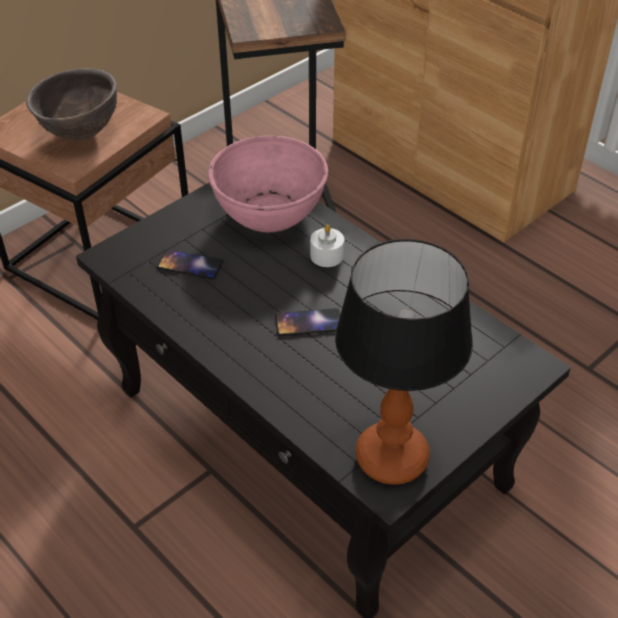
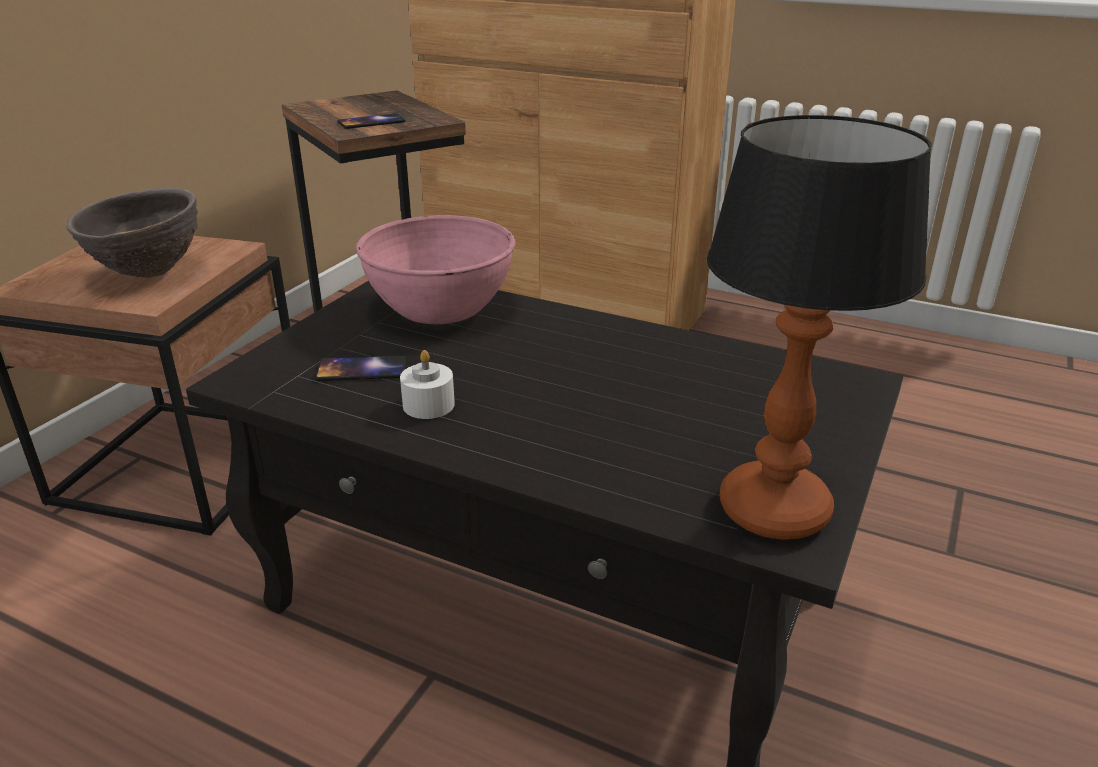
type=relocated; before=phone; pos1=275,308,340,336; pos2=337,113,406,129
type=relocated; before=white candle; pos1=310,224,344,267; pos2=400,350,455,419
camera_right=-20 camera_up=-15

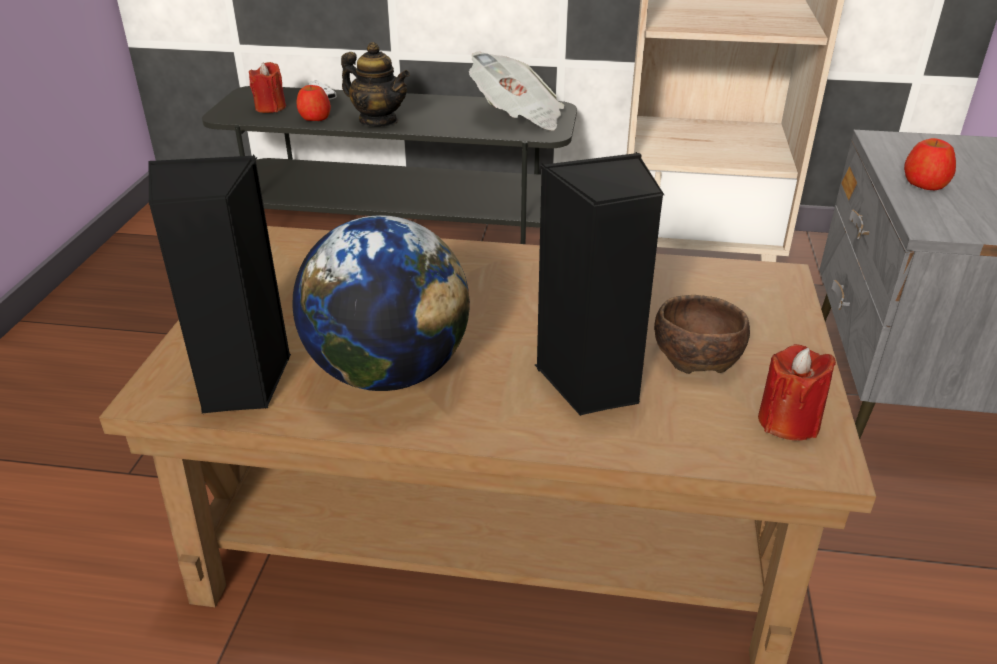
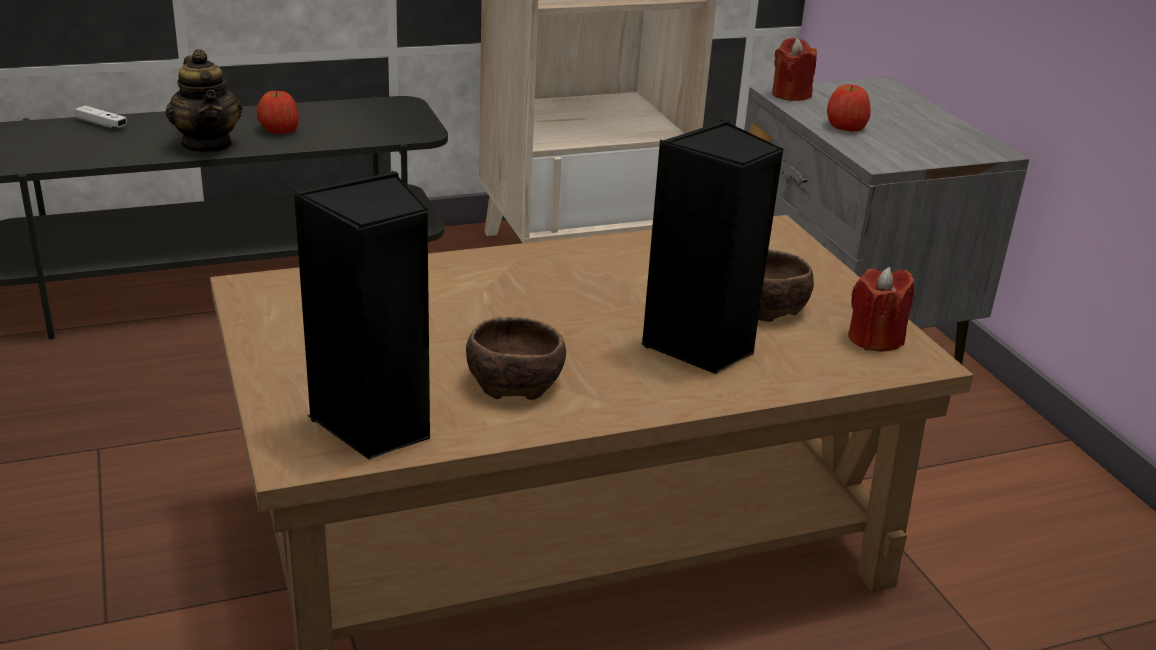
type=missing; before=newspaper; pos1=469,52,564,130
type=relocated; before=red candle; pos1=249,62,286,113; pos2=772,38,817,101
type=relocated; before=apple; pos1=297,85,331,121; pos2=257,91,299,134
type=exchanged; before=globe; after=brown bowl; pos1=293,215,470,391; pos2=466,317,566,400
type=spun; before=teapot; pos1=341,42,410,126; pos2=166,49,242,153; turn=60
camera_right=-30 camera_up=-5

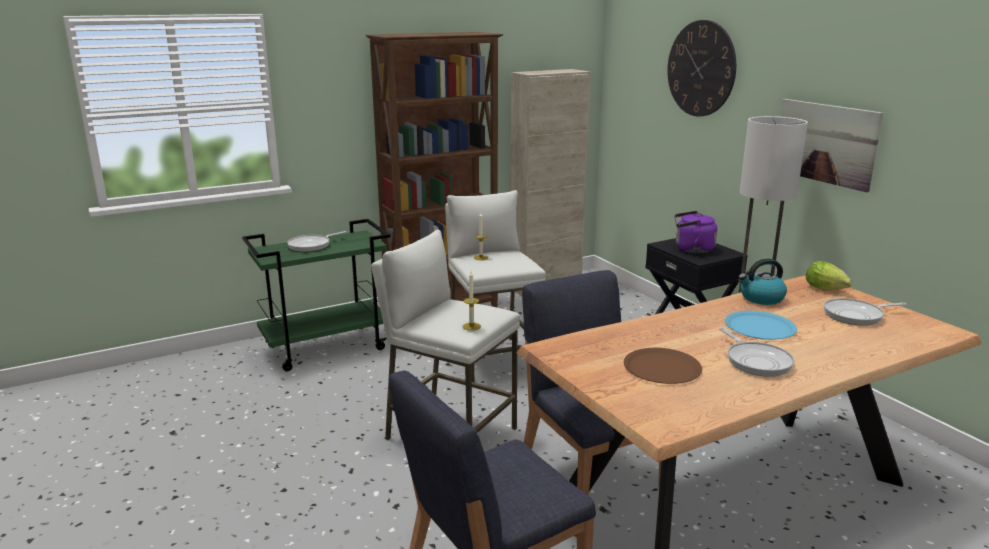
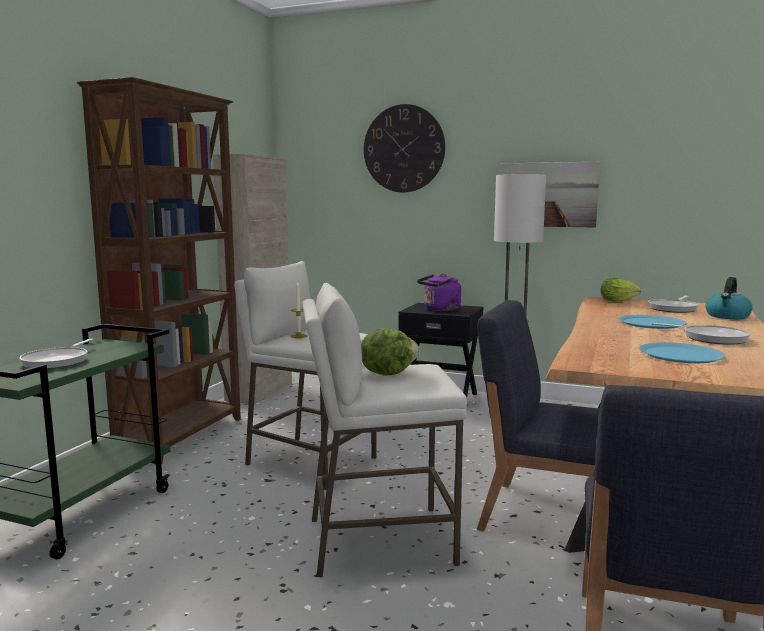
type=missing; before=candle; pos1=462,272,481,331
type=appeared; after=lettuce; pos2=361,328,420,375
type=relocated; before=kettle; pos1=739,259,787,305; pos2=706,277,753,319
type=colour; before=brown plate; after=blue plate; pos1=624,348,702,384; pos2=639,342,726,363
camera_right=-40 camera_up=-10

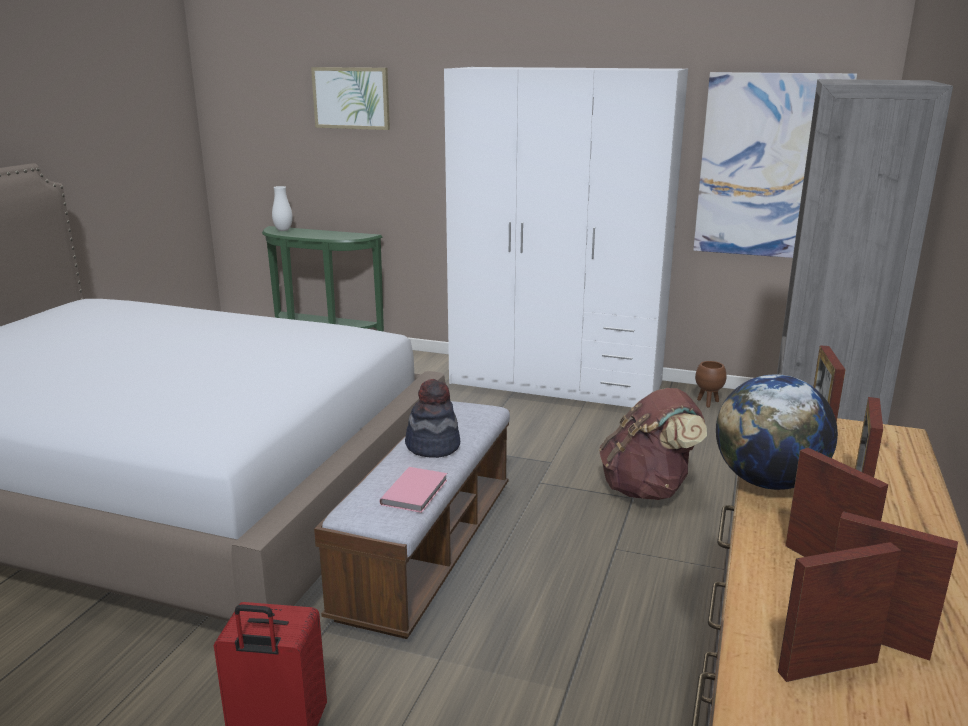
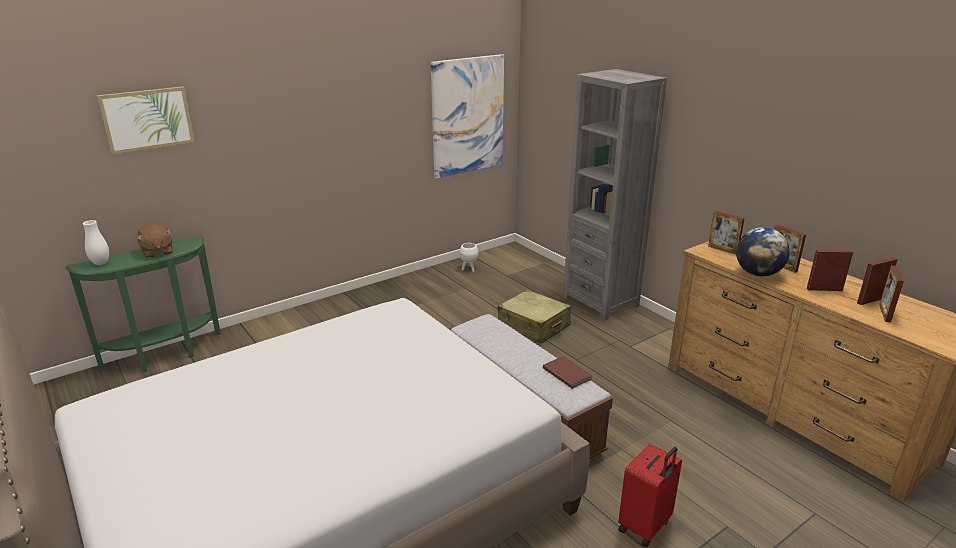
type=missing; before=hat; pos1=405,379,460,458
type=missing; before=white wardrobe; pos1=444,67,688,407
type=appeared; after=brown plush toy; pos2=137,223,173,258
type=exchanged; before=brown backpack; after=beige suitcase; pos1=599,388,707,500; pos2=498,290,571,343
type=colour; before=pink book; after=brown book; pos1=380,467,447,513; pos2=543,356,592,389
type=colour; before=brown planter; after=white planter; pos1=695,361,726,407; pos2=459,243,479,272
camera_right=-55 camera_up=5

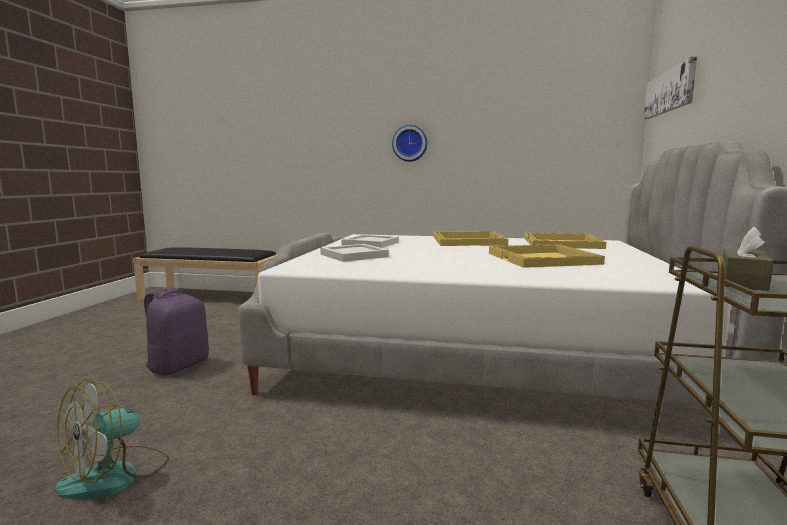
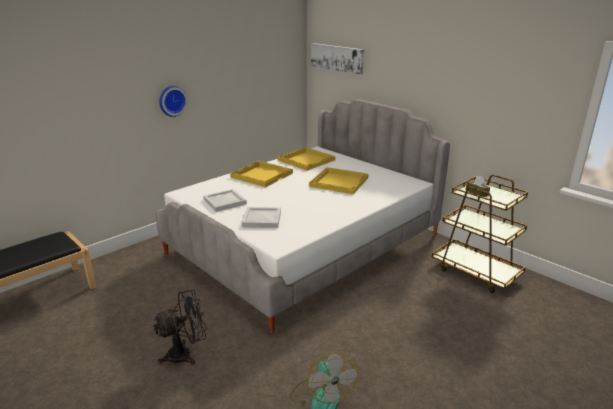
type=exchanged; before=purple backpack; after=black fan; pos1=144,288,209,375; pos2=153,290,207,365
camera_right=-55 camera_up=15

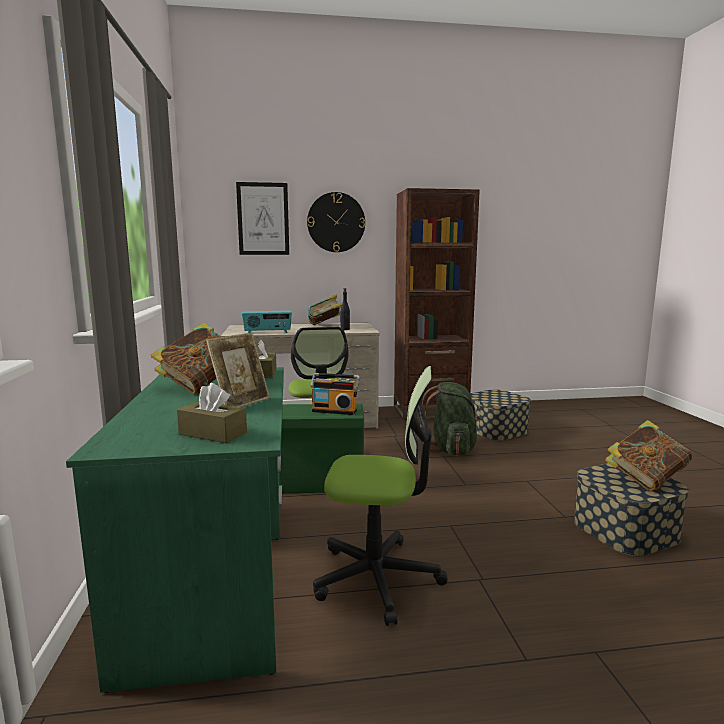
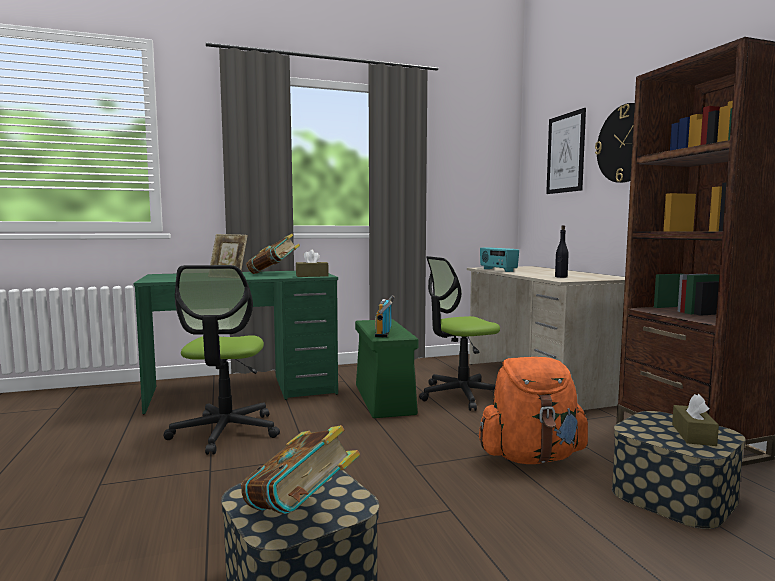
type=missing; before=book; pos1=308,294,341,325
type=relocated; before=brown tissue box; pos1=177,383,247,443; pos2=672,394,719,446
type=colour; before=green backpack; after=orange backpack; pos1=419,382,483,455; pos2=479,357,588,464
camera_right=80 camera_up=-5

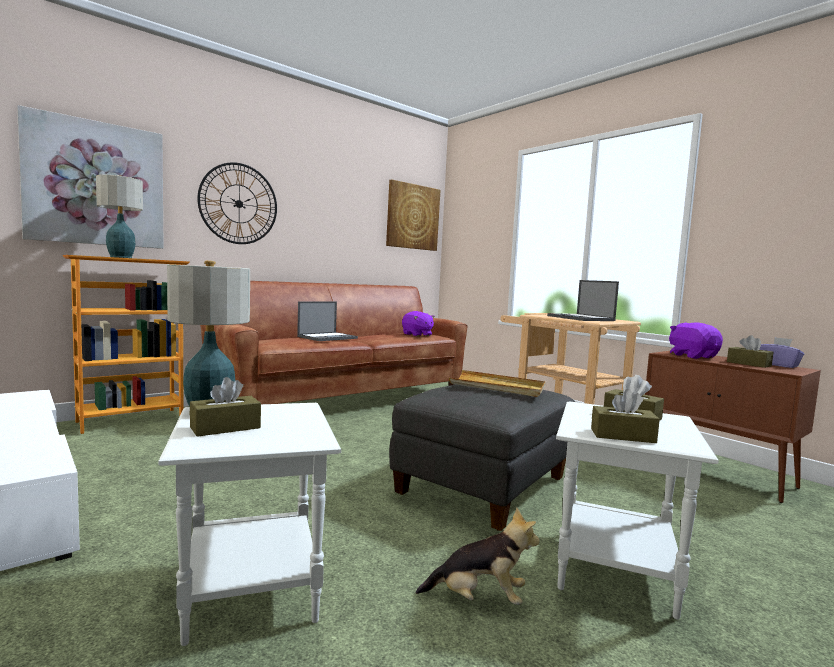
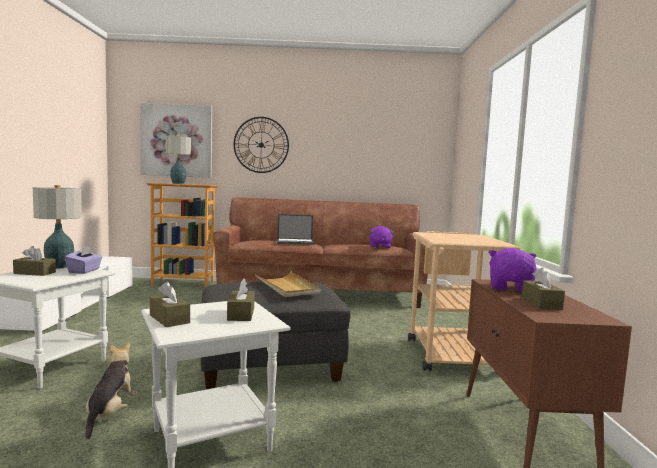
type=missing; before=picture; pos1=386,179,441,251
type=missing; before=laptop; pos1=547,280,619,321
type=relocated; before=purple tissue box; pos1=759,337,804,368; pos2=65,246,102,274
type=spun; before=plush toy; pos1=416,508,540,605; pos2=86,343,138,439; turn=-135
camera_right=40 camera_up=0

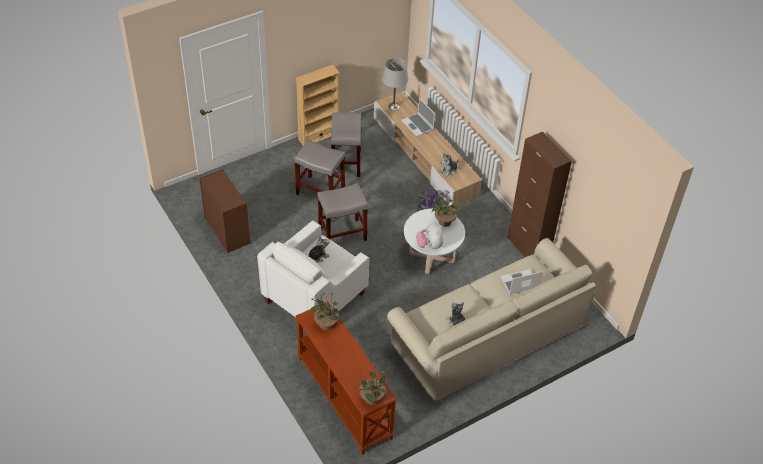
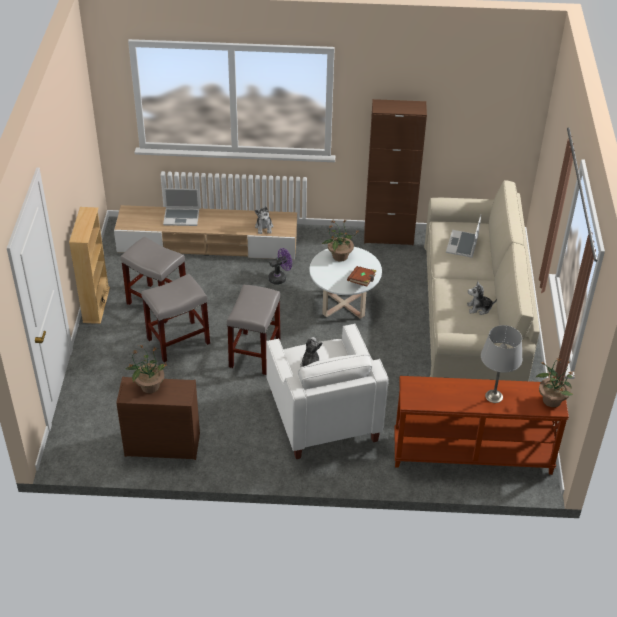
type=relocated; before=potted plant; pos1=309,293,341,330; pos2=126,346,168,393
type=relocated; before=grey table lamp; pos1=382,58,409,111; pos2=481,325,522,403
type=exchanged; before=plush toy; after=brown book; pos1=416,223,443,249; pos2=347,266,377,286
camera_right=-55 camera_up=-5

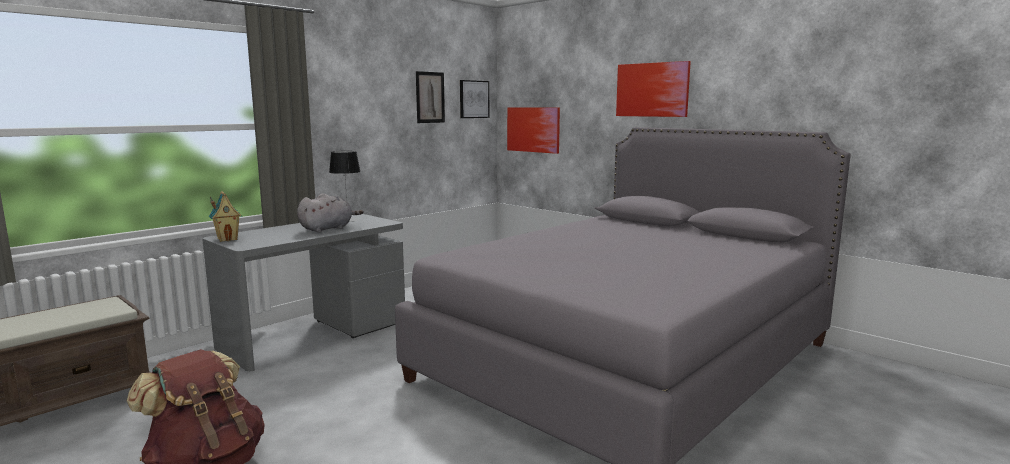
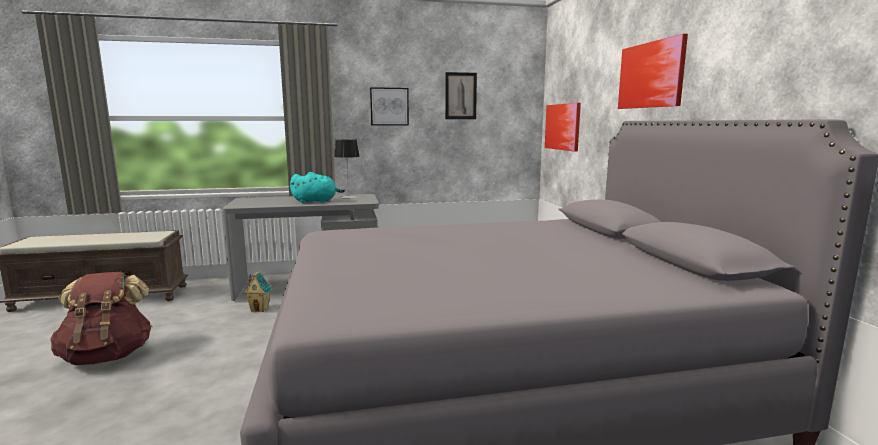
type=relocated; before=toy house; pos1=209,191,241,242; pos2=244,270,273,312
type=relocated; before=picture; pos1=460,80,489,118; pos2=370,87,409,126
type=colour; before=grey plush toy; after=turquoise plush toy; pos1=297,193,364,233; pos2=290,172,345,203
camera_right=35 camera_up=0

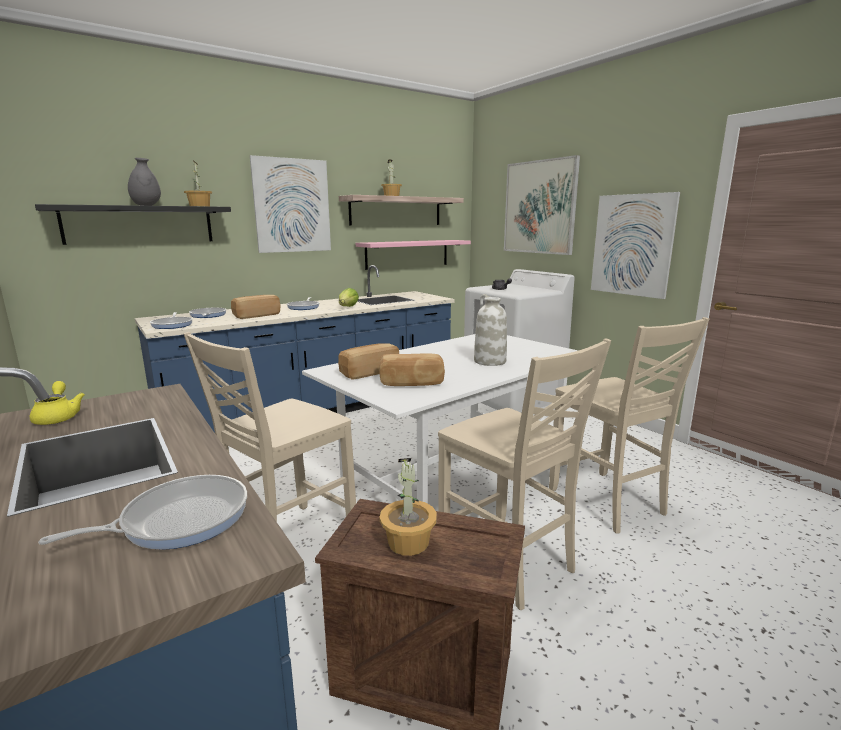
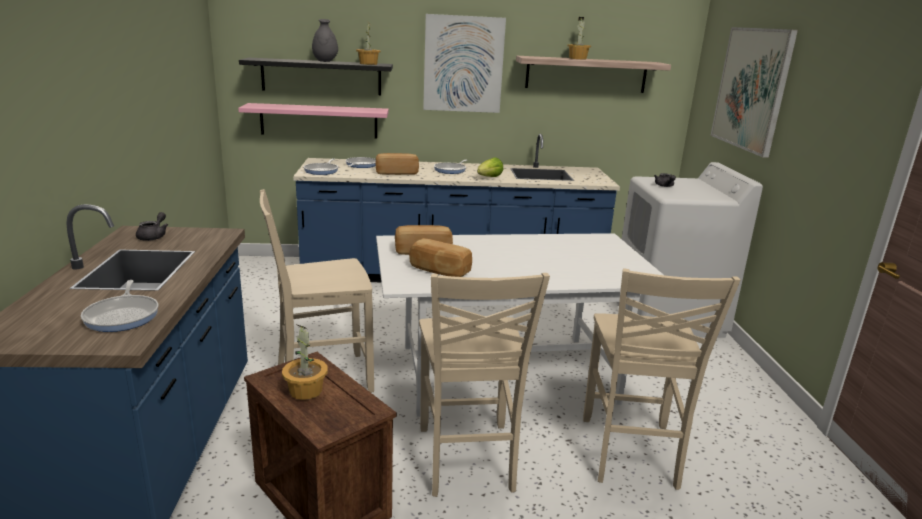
type=missing; before=white vase; pos1=474,294,507,366
type=missing; before=picture; pos1=591,192,680,299
type=relocated; before=pink shelf; pos1=356,240,471,270; pos2=238,103,389,139
type=colour; before=yellow teapot; after=grey teapot; pos1=30,381,85,425; pos2=136,212,168,241
type=spun; before=frying pan; pos1=38,475,247,550; pos2=81,280,158,332; turn=75
camera_right=30 camera_up=5

